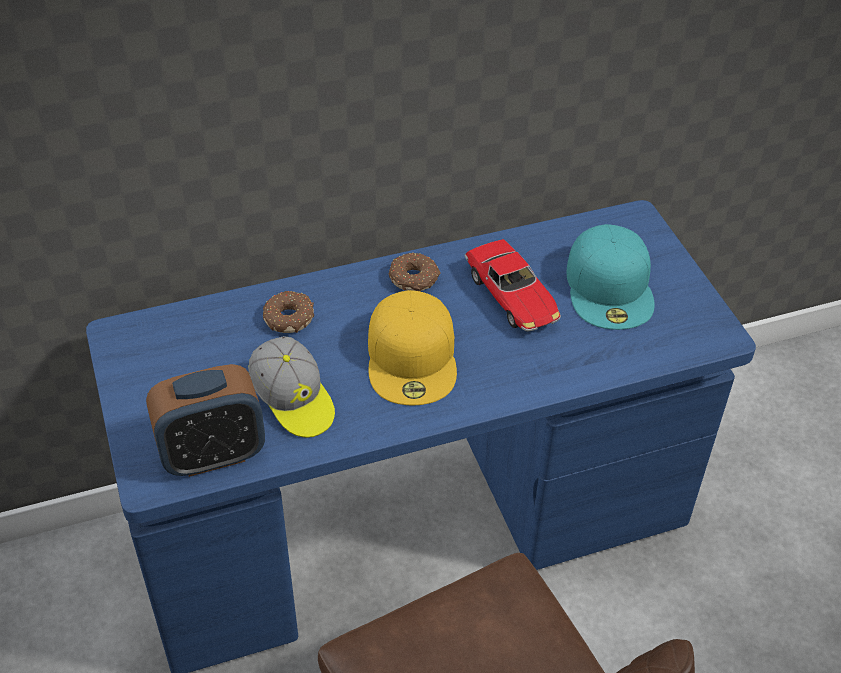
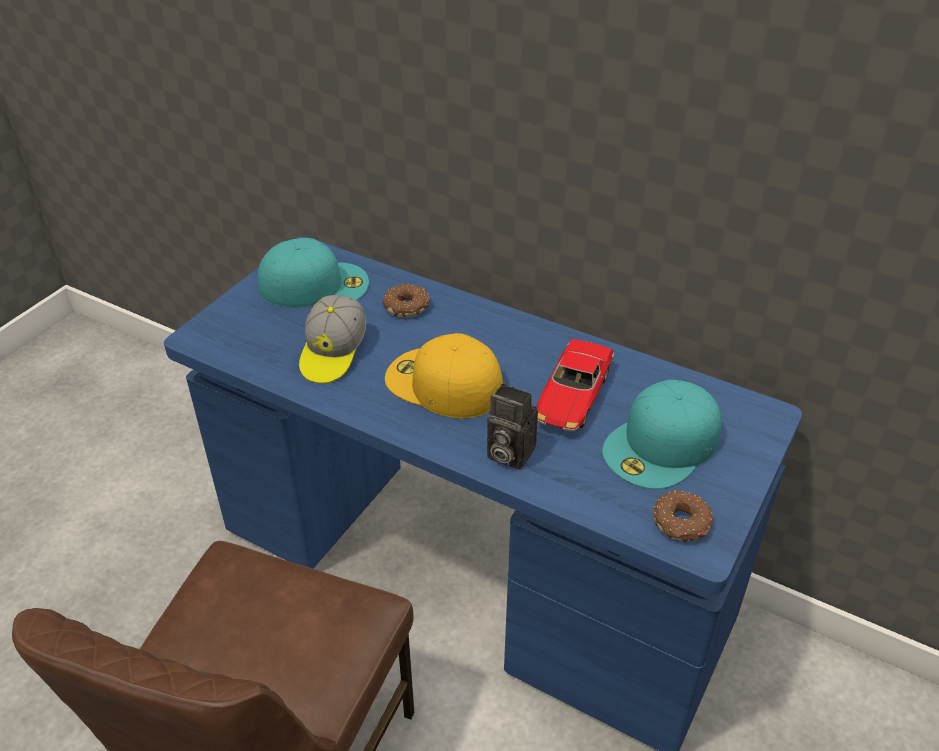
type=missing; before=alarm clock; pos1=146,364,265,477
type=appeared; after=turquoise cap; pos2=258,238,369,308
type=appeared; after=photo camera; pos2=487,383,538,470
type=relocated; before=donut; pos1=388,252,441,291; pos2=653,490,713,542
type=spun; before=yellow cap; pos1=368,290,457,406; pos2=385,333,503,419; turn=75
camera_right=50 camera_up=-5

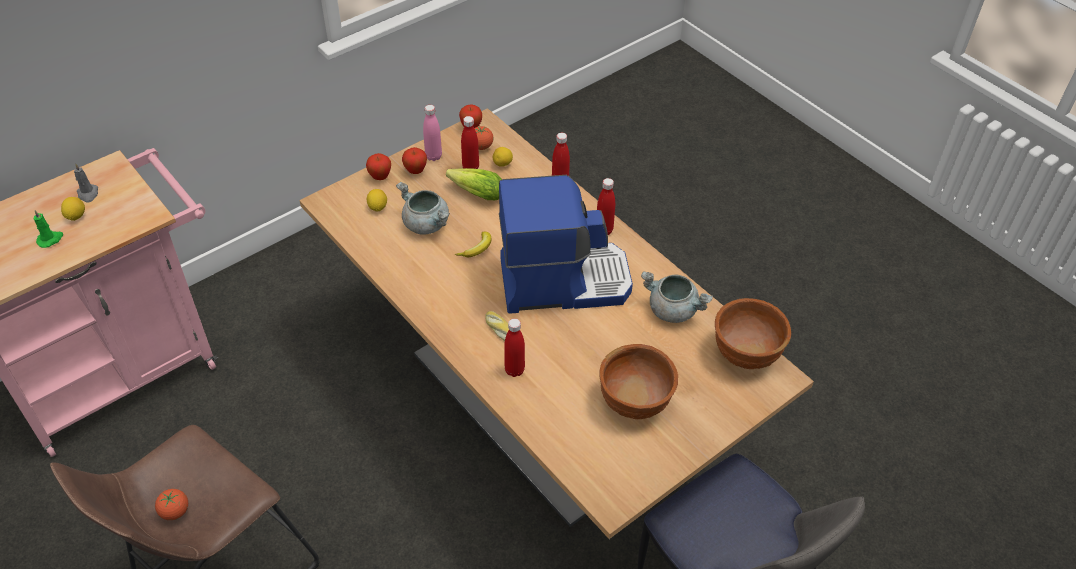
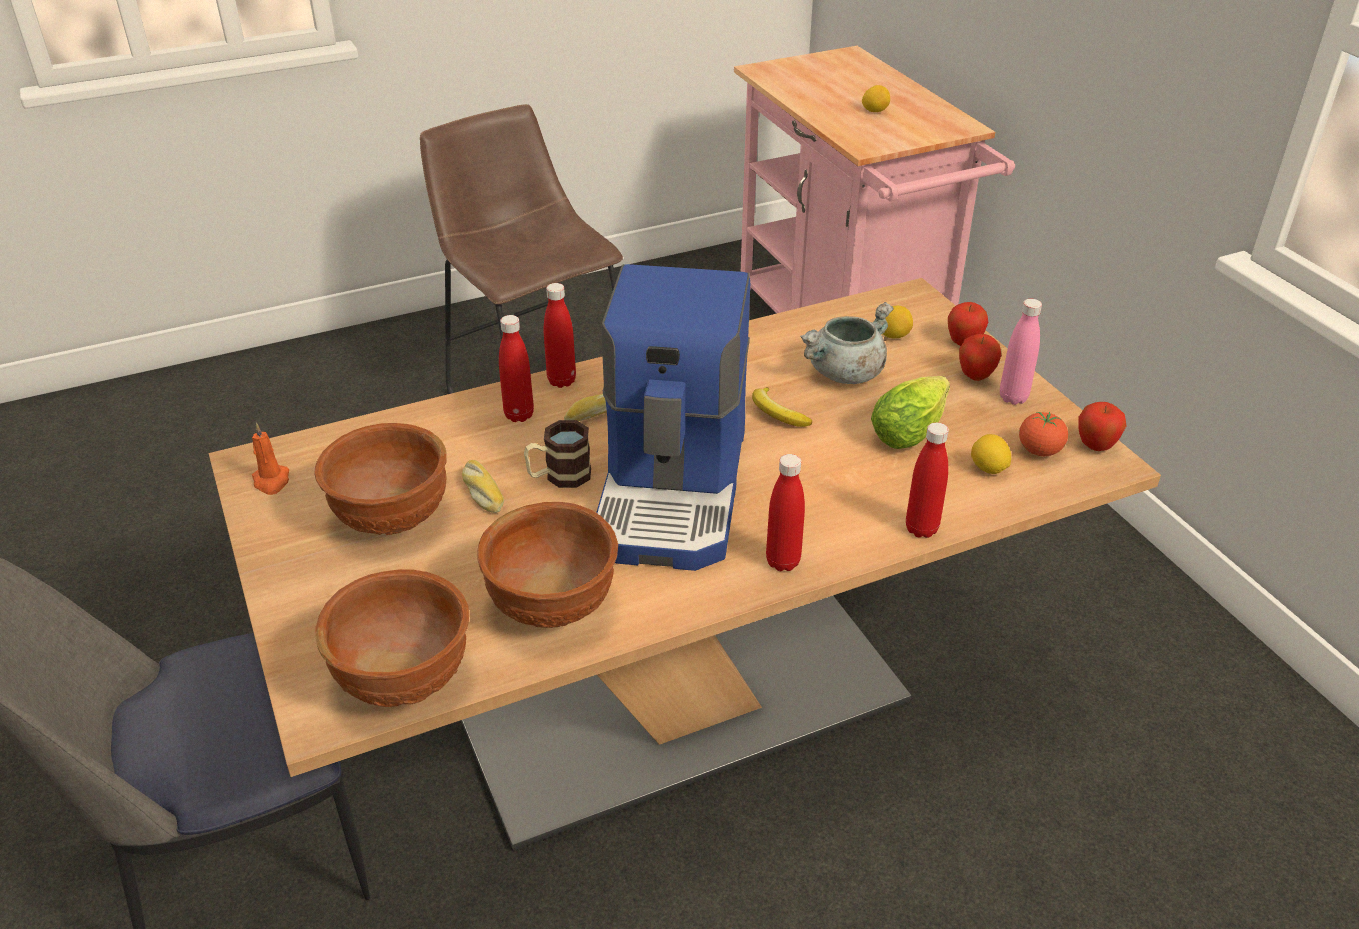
type=missing; before=green candle; pos1=34,210,63,248
type=missing; before=grey candle; pos1=74,163,98,203
type=missing; before=tomato; pos1=155,489,188,520
type=appeared; after=orange candle; pos2=252,423,289,495
type=appeared; after=bread; pos2=462,460,504,513
type=appeared; after=mug; pos2=524,420,591,488
type=relocated; before=red bottle; pos1=461,116,479,169; pos2=544,283,576,388
type=exchanged; before=grey cooking pot; after=brown bowl; pos1=641,271,713,323; pos2=478,502,618,628
camera_right=105 camera_up=-10

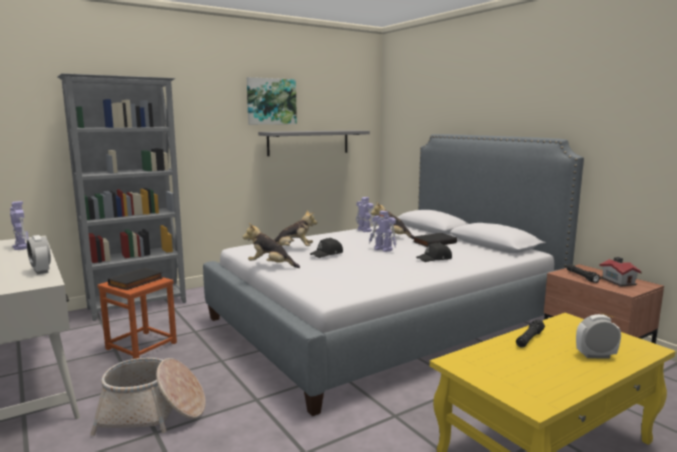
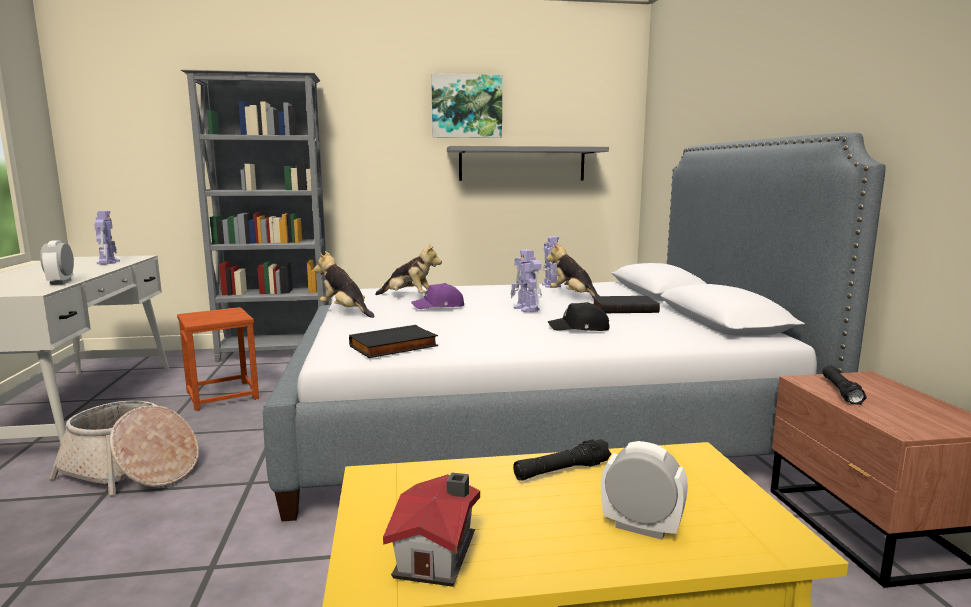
type=relocated; before=black book; pos1=108,268,163,290; pos2=349,325,438,358
type=relocated; before=toy house; pos1=599,257,642,286; pos2=383,472,480,587
type=colour; before=black cap; after=purple cap; pos1=310,238,343,258; pos2=411,283,464,309
camera_right=25 camera_up=0

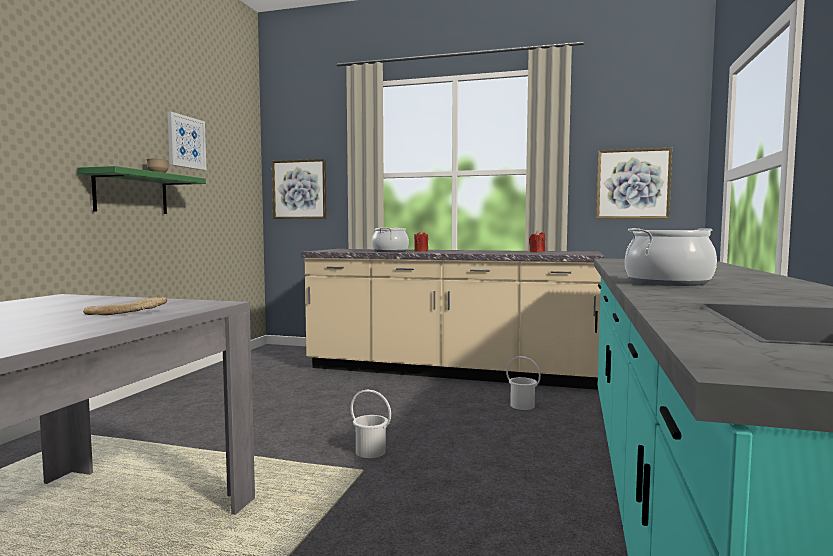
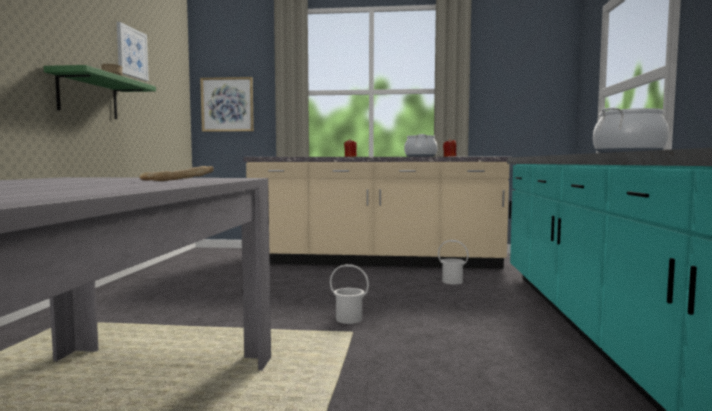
type=missing; before=picture; pos1=596,147,672,219
type=relocated; before=cooking pot; pos1=372,227,409,252; pos2=404,134,437,157
camera_right=-10 camera_up=0

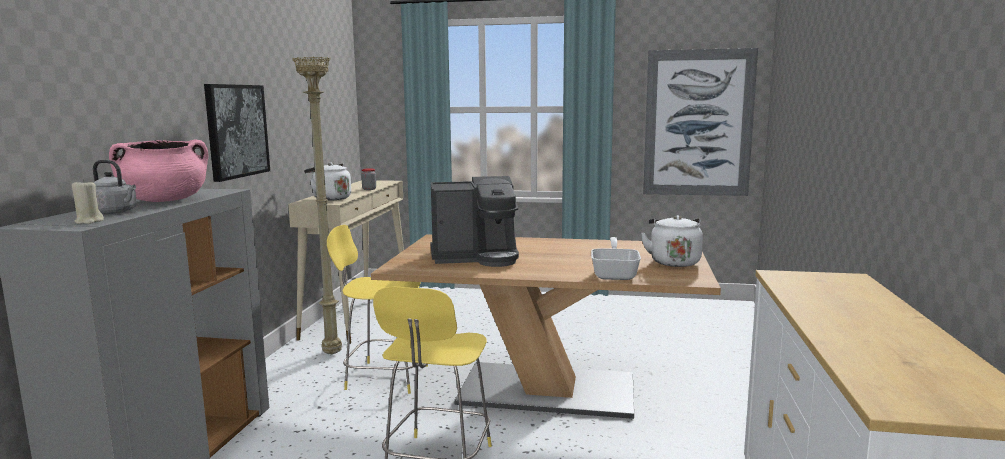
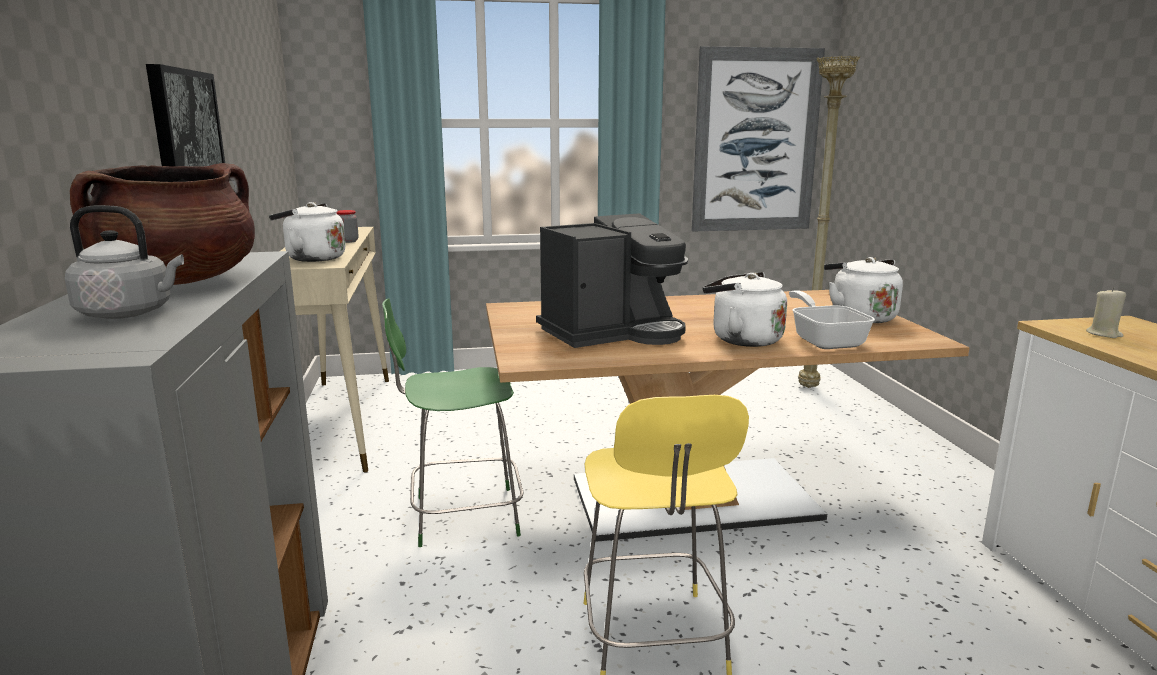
type=appeared; after=white kettle; pos2=703,272,787,347
type=relocated; before=beige candle; pos1=72,179,104,224; pos2=1086,287,1126,338
type=relocated; before=beige floor lamp; pos1=292,57,342,354; pos2=798,56,860,388
type=colour; before=pink cooking pot; after=brown cooking pot; pos1=109,140,208,202; pos2=70,163,255,285
type=colour; before=yellow stool; after=green stool; pos1=327,225,428,394; pos2=382,298,523,547
camera_right=-20 camera_up=5

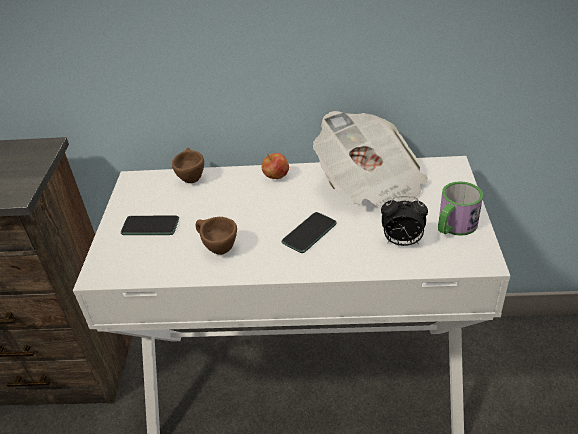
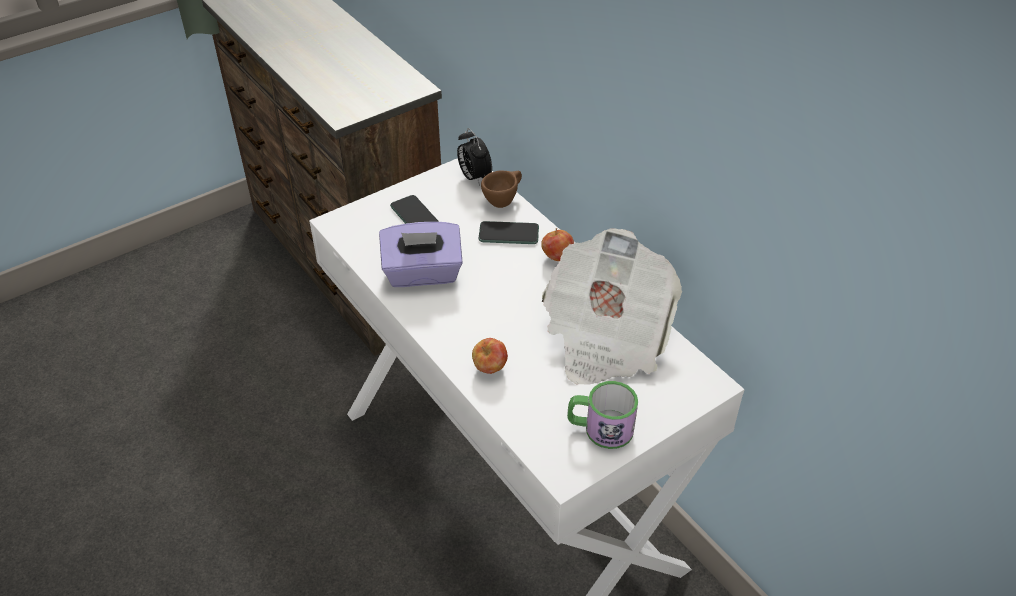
type=appeared; after=apple; pos2=472,338,508,374
type=relocated; before=phone; pos1=282,212,337,253; pos2=479,221,539,244
type=relocated; before=alarm clock; pos1=381,196,428,246; pos2=457,128,492,186
type=exchanged; before=brown cup; after=purple tissue box; pos1=196,217,237,255; pos2=379,222,463,287
camera_right=50 camera_up=5

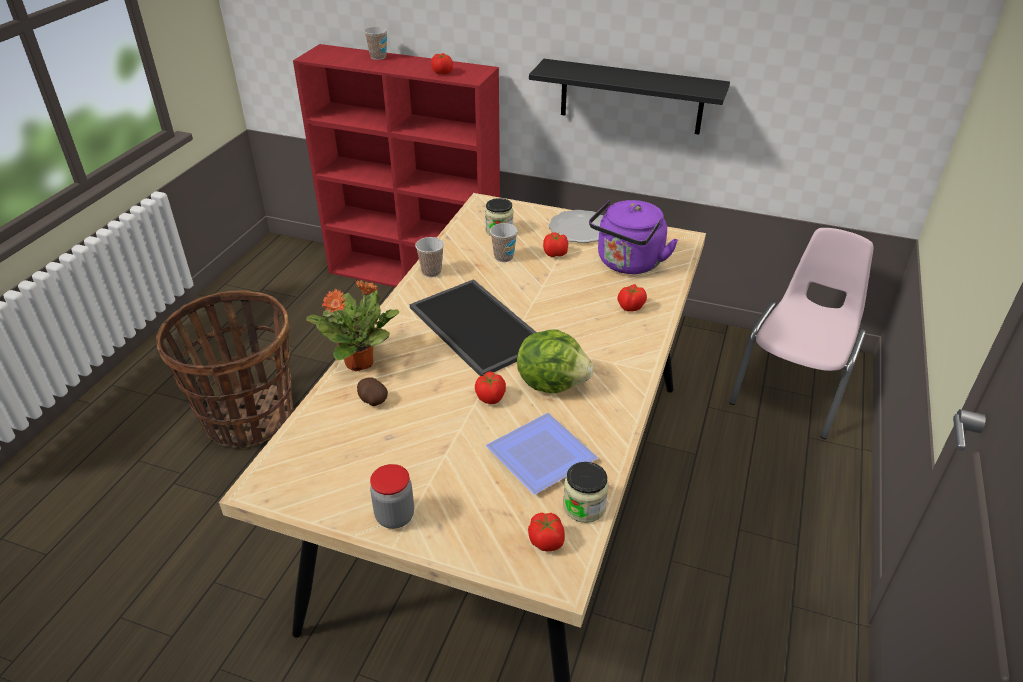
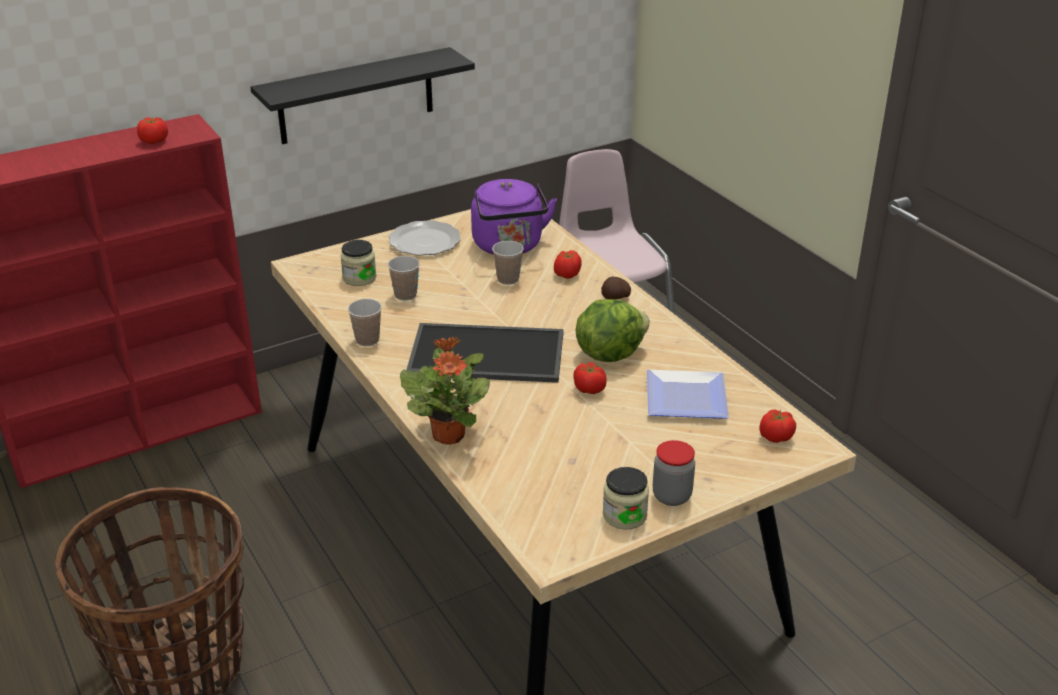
type=missing; before=tomato; pos1=543,232,568,257
type=relocated; before=potato; pos1=357,377,388,406; pos2=601,277,631,299
type=relocated; before=cup; pos1=364,27,387,60; pos2=492,241,524,285
type=relocated; before=jar; pos1=563,462,609,523; pos2=603,467,649,530
camera_right=-50 camera_up=-5

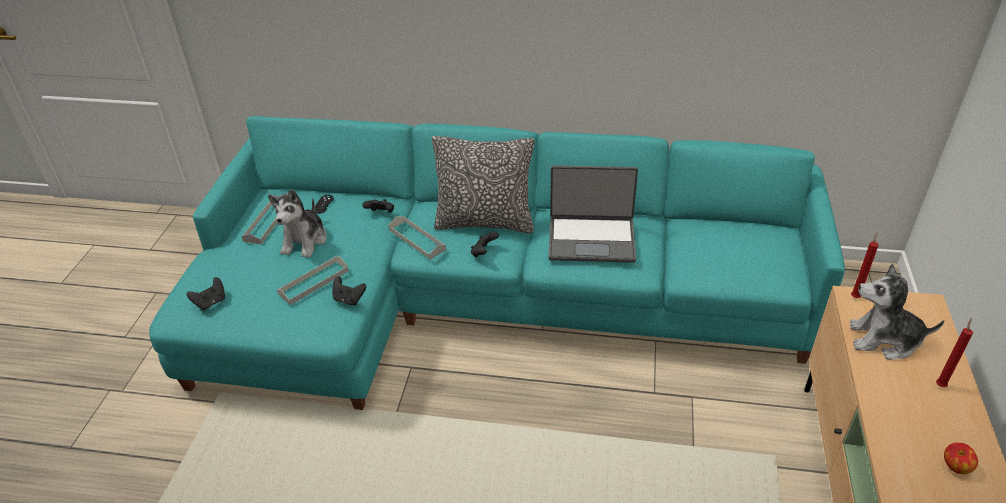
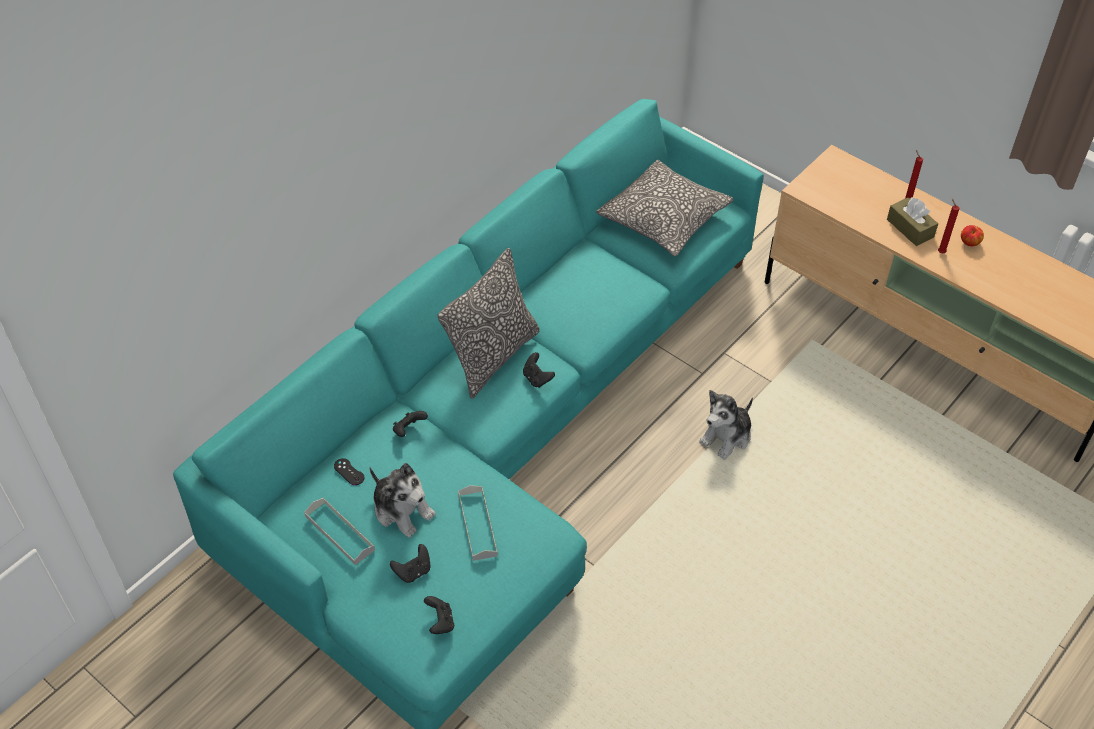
type=missing; before=grey tray; pos1=388,216,446,260
type=missing; before=laptop; pos1=548,165,638,263
type=appeared; after=pillow; pos2=596,160,733,256
type=appeared; after=brown tissue box; pos2=887,197,938,246
type=relocated; before=black game controller; pos1=332,276,366,305; pos2=390,544,431,583
type=relocated; before=plush toy; pos1=849,264,945,360; pos2=699,390,753,460
type=relocated; before=red candle; pos1=851,233,879,298; pos2=938,198,959,253
camera_right=-60 camera_up=10

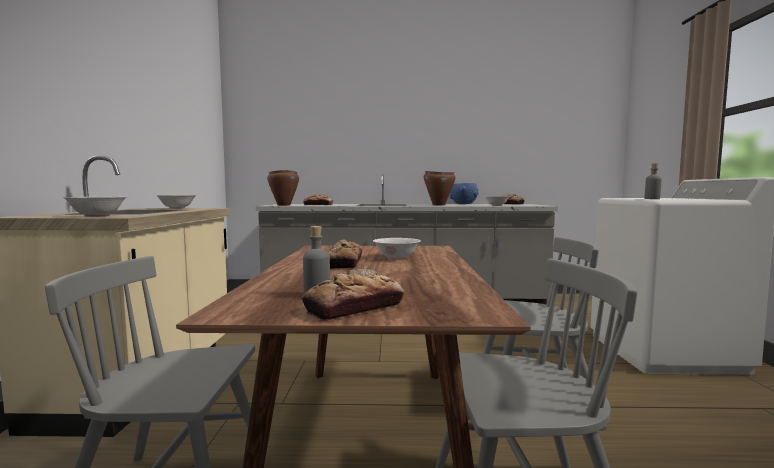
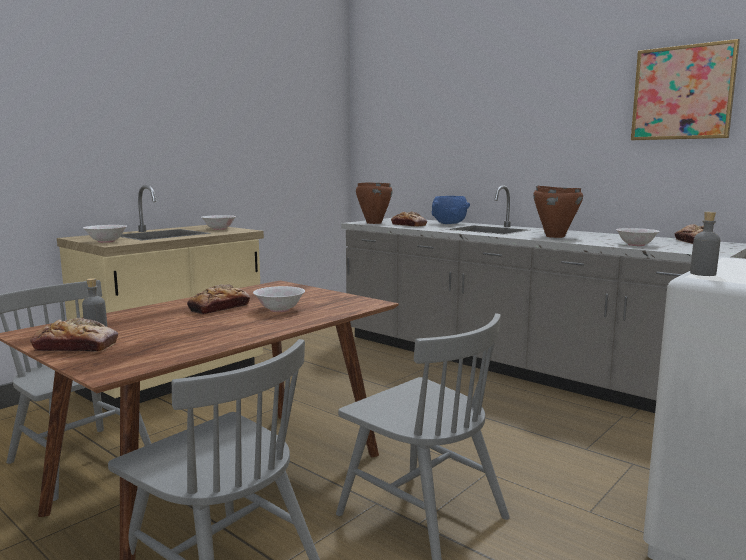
type=appeared; after=picture; pos2=631,39,740,140
type=relocated; before=blue bowl; pos1=450,183,478,204; pos2=432,196,470,224
camera_right=40 camera_up=5

